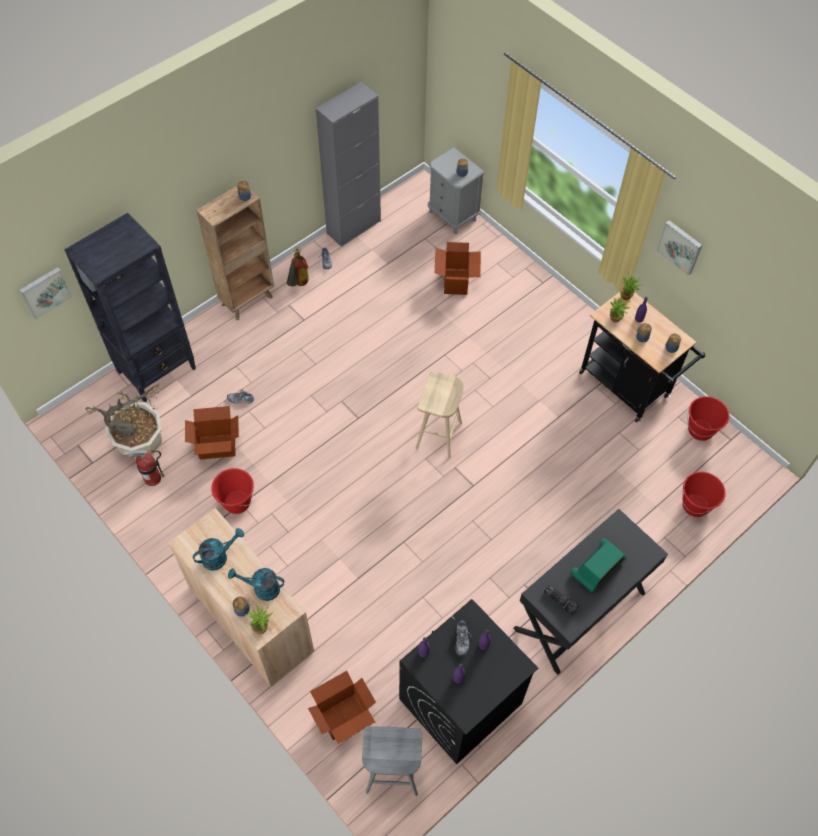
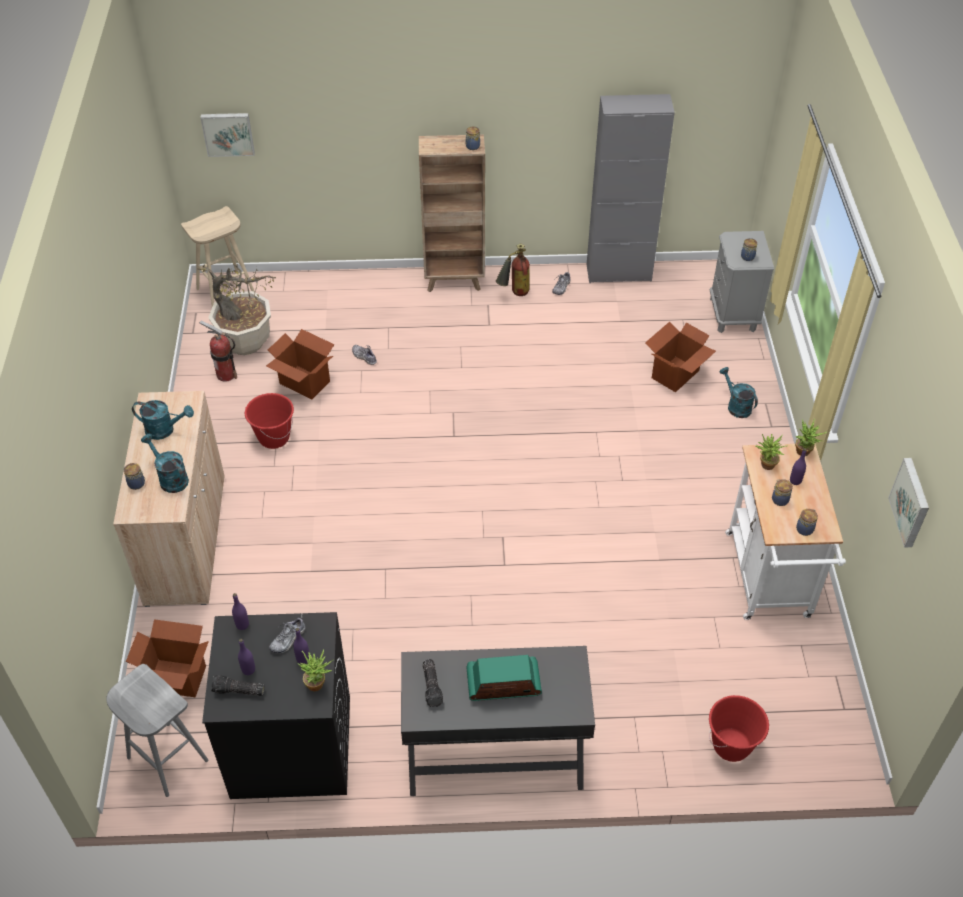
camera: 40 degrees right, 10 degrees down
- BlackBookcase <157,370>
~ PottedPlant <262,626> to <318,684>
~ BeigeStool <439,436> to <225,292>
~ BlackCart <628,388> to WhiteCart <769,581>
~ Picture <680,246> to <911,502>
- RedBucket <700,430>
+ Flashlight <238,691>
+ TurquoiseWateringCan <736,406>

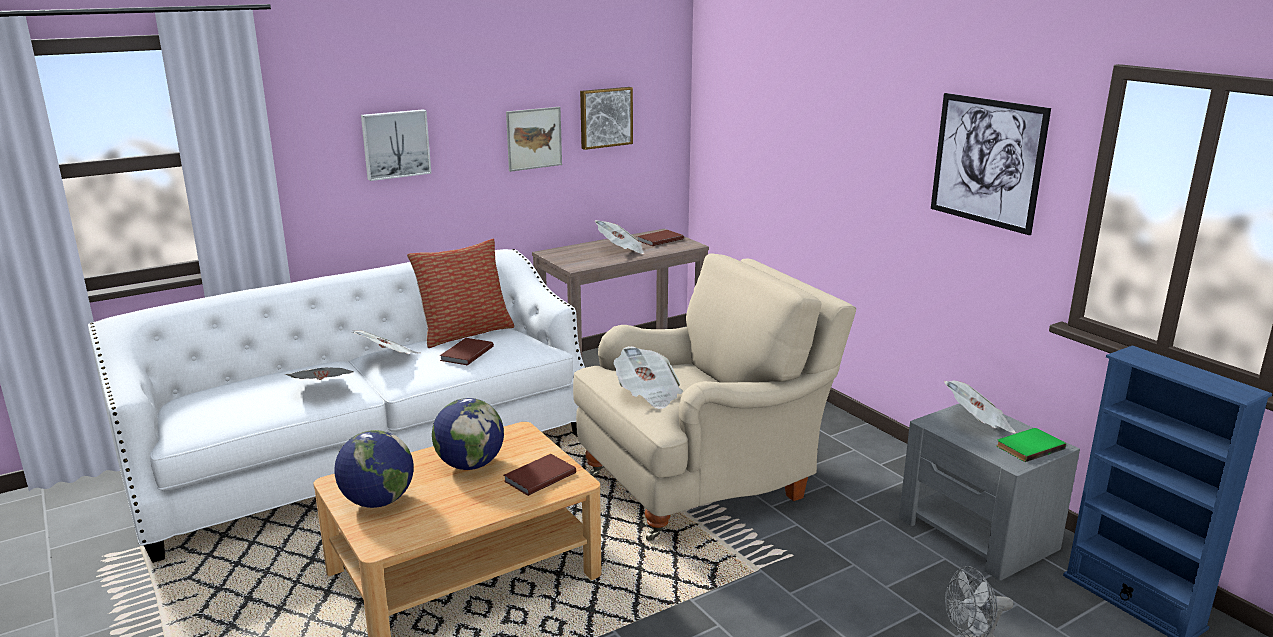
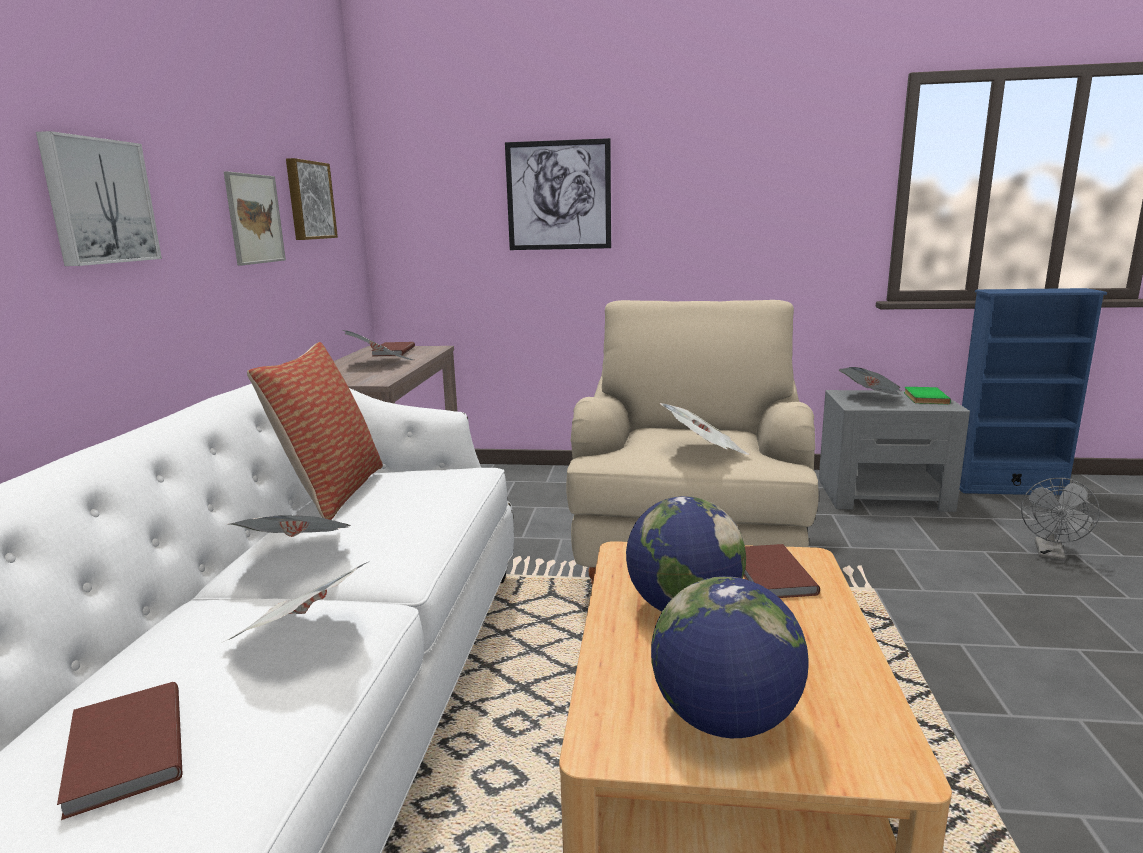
camera: 50 degrees left, 5 degrees down
~ BrownBook <465,354> to <122,752>
~ Picture <987,162> to <558,195>

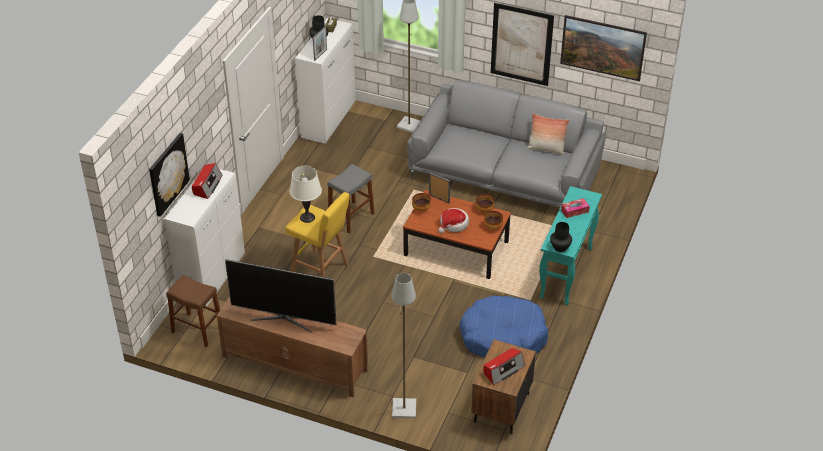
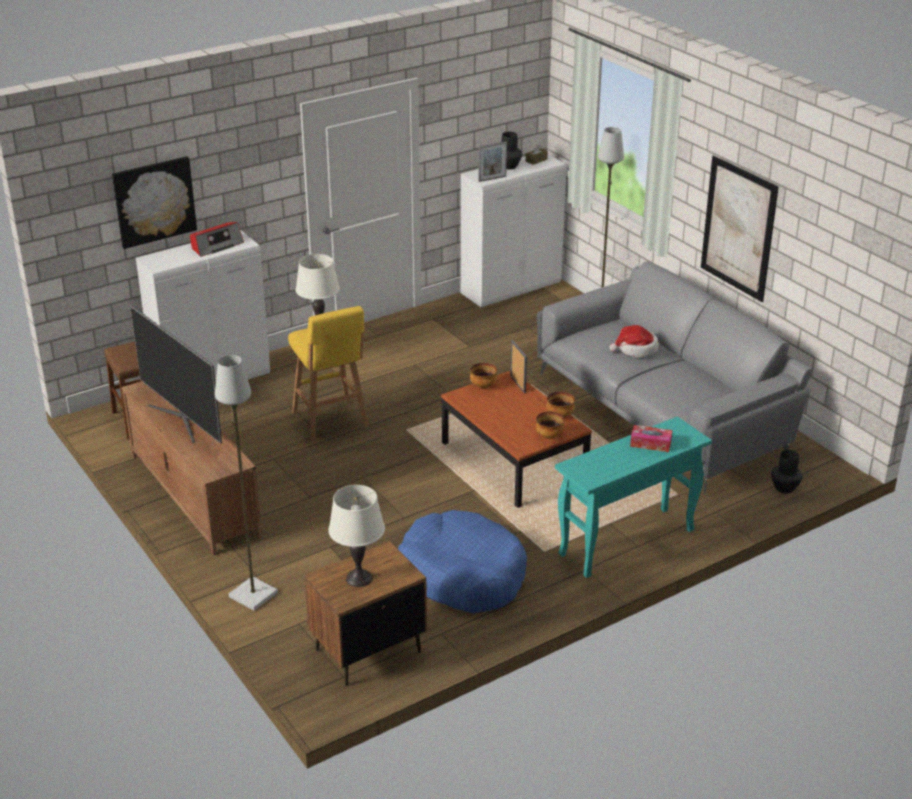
camera: 35 degrees right, 10 degrees down
- GreyStool <351,217>
~ Hat <453,224> to <636,349>
~ Radio <503,370> to WhiteTableLamp <359,578>
- Pillow <546,149>
~ BlackVase <560,247> to <784,488>
- Picture <601,59>

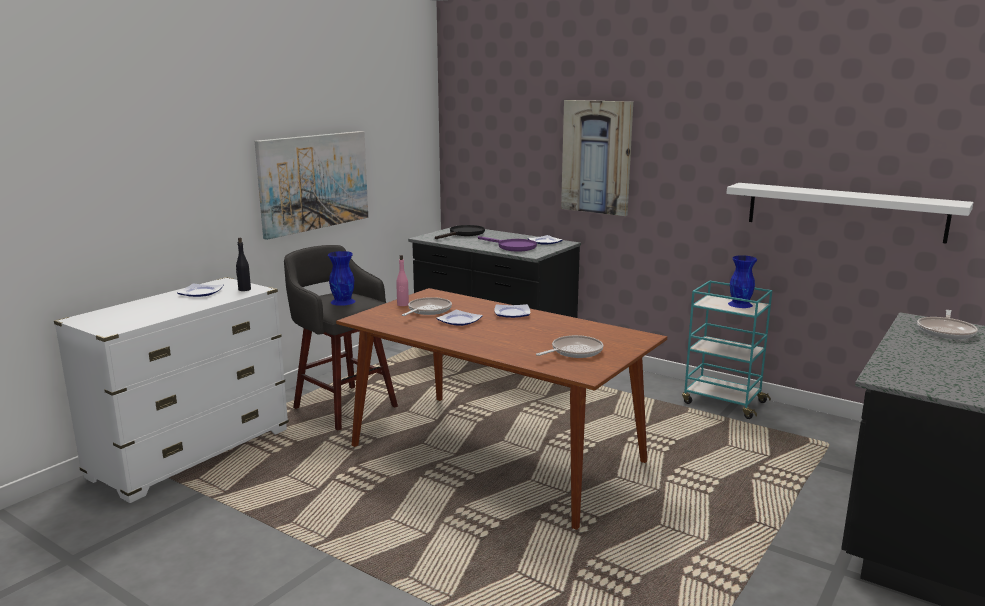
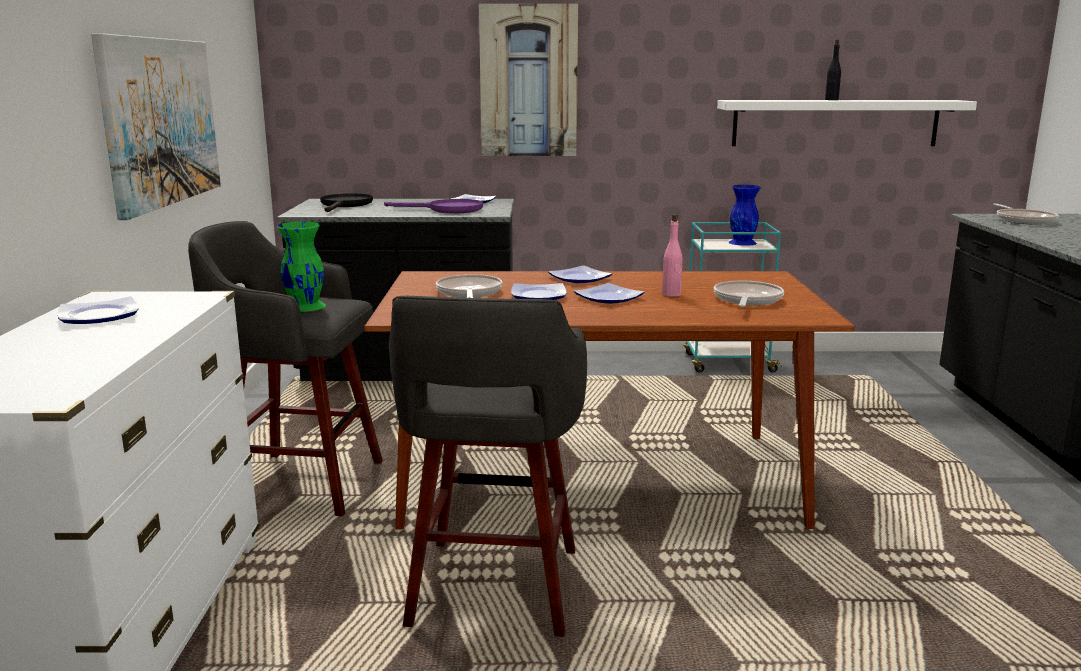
camera: 35 degrees left, 0 degrees up
~ BlackBottle <244,289> to <831,100>
~ BlueVase <343,301> to GreenVase <305,306>
~ PinkBottle <403,304> to <671,294>
+ GreyStool <493,591>
+ Plate <608,298>

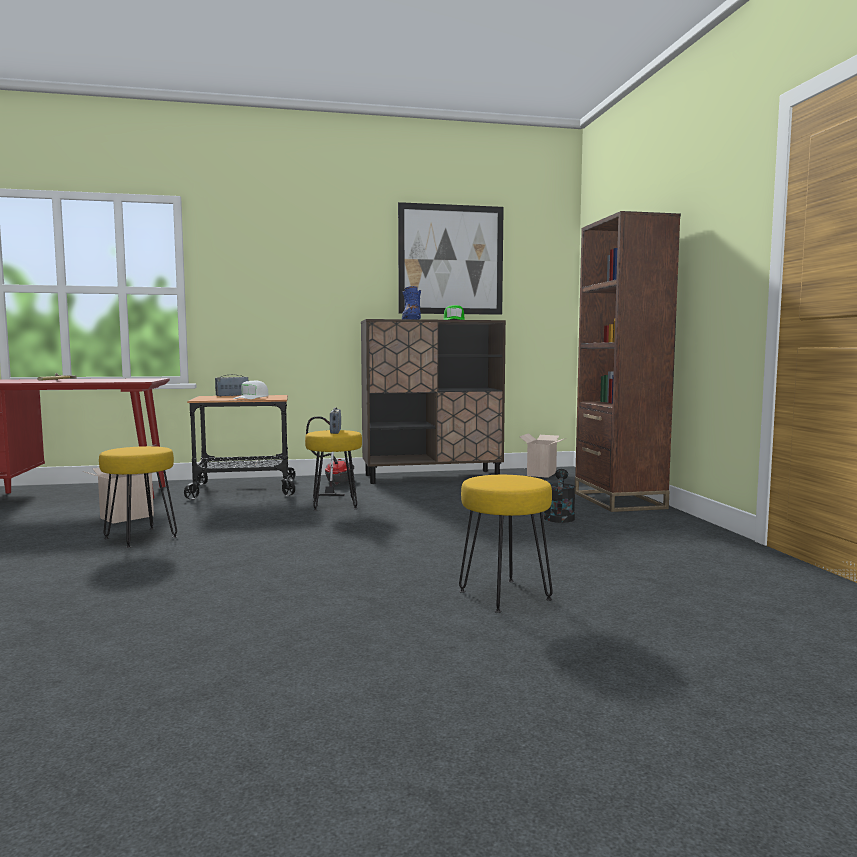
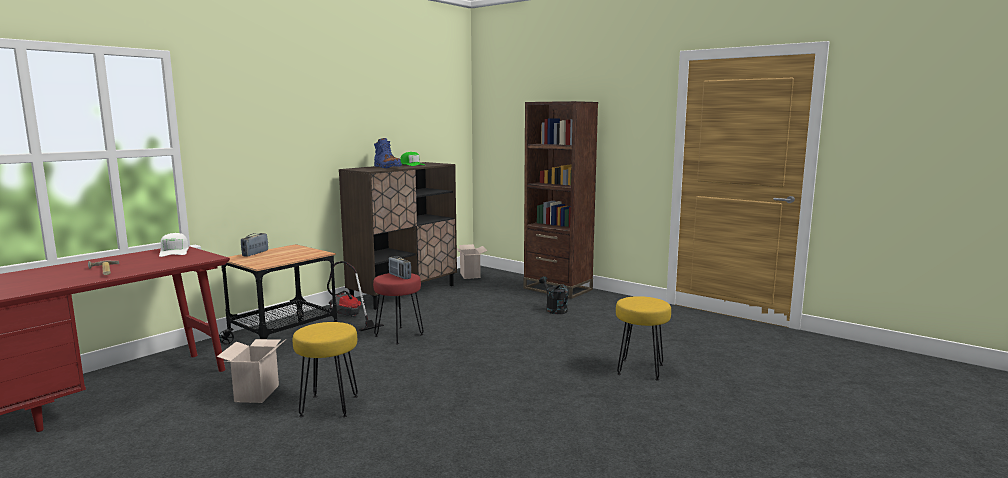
camera: 40 degrees left, 5 degrees up
~ WhiteCap <252,398> to <174,251>
~ YellowStool <335,505> to RedStool <399,335>
- Picture <451,260>

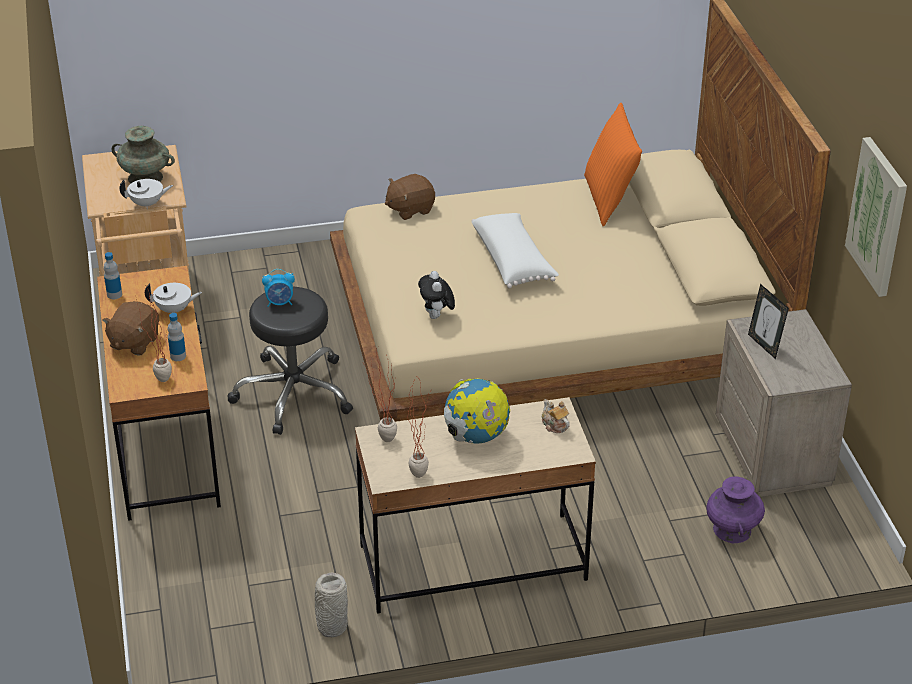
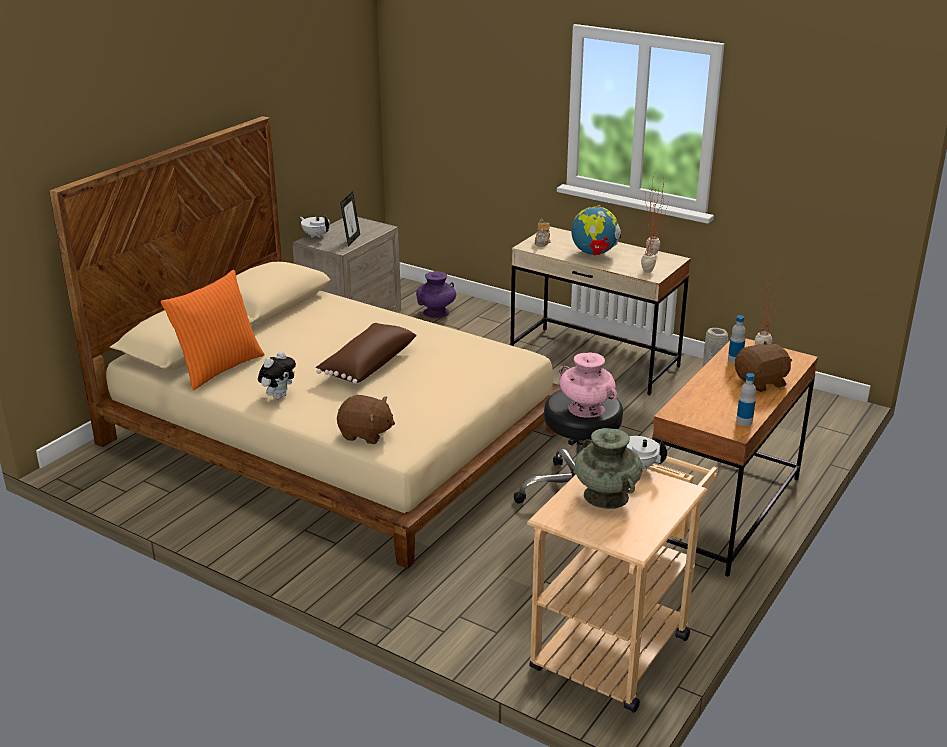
camera: 135 degrees left, 10 degrees down
~ WhiteTeapot <174,310> to <316,235>
~ AlarmClock <280,303> to PinkVase <586,408>
~ PlushToy <437,316> to <278,396>
~ WhitePillow <513,261> to BrownPillow <367,364>
- Picture <878,216>

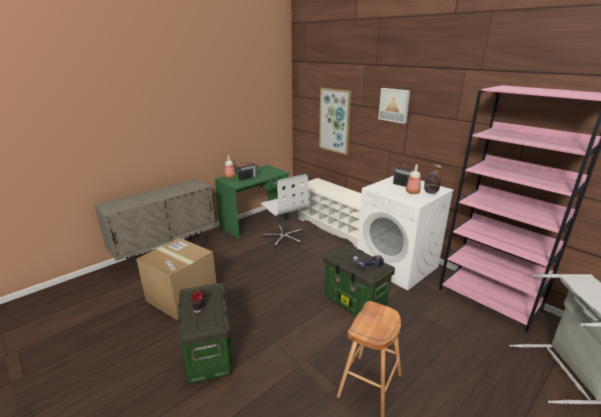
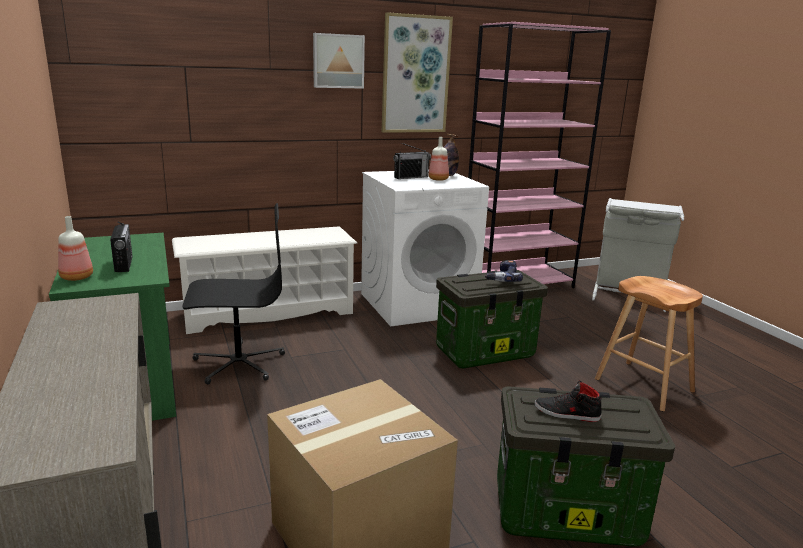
camera: 70 degrees left, 5 degrees down
~ WhiteOfficeChair <284,237> to BlackOfficeChair <238,363>
~ Picture <335,121> to <415,75>

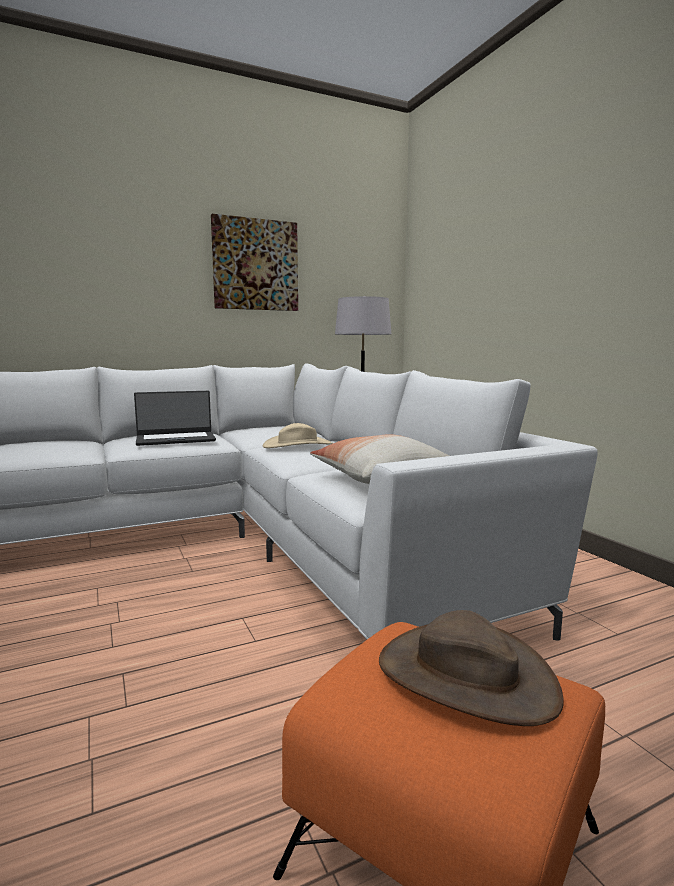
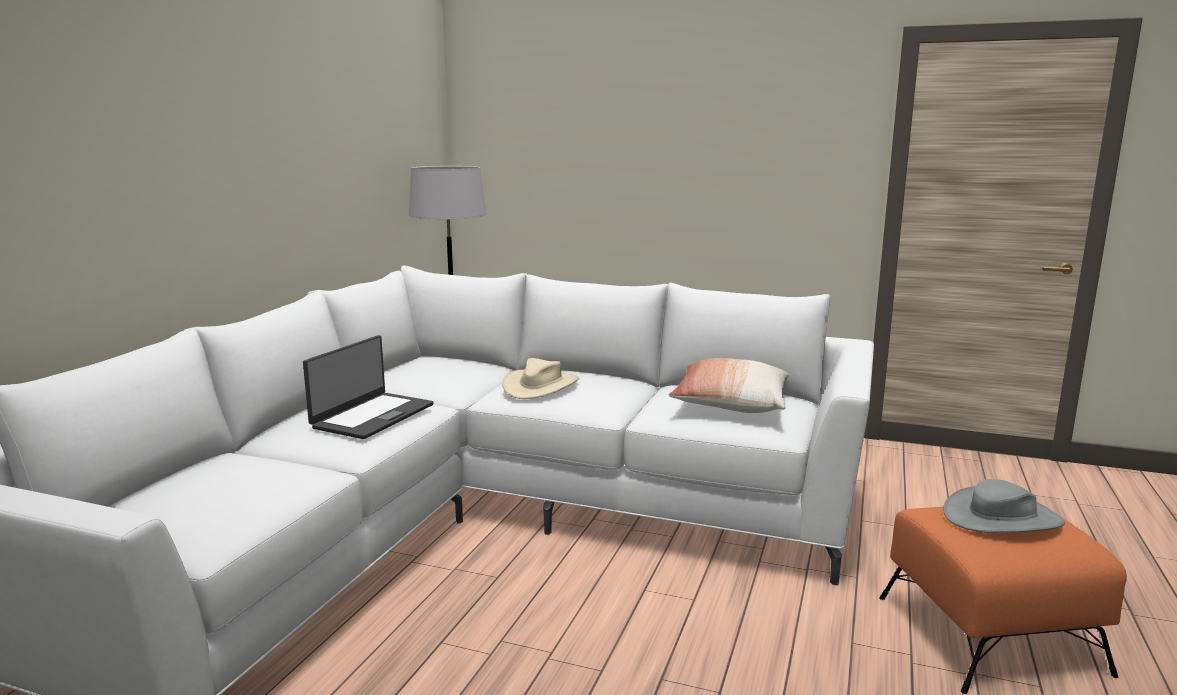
camera: 45 degrees left, 5 degrees up
- Picture <255,265>
~ BrownHat <465,676> to GreyHat <1002,518>

